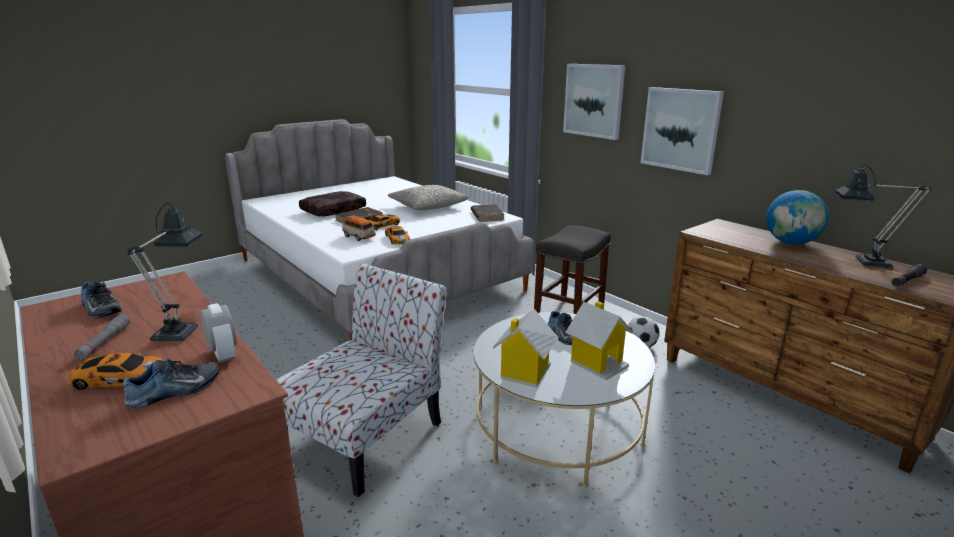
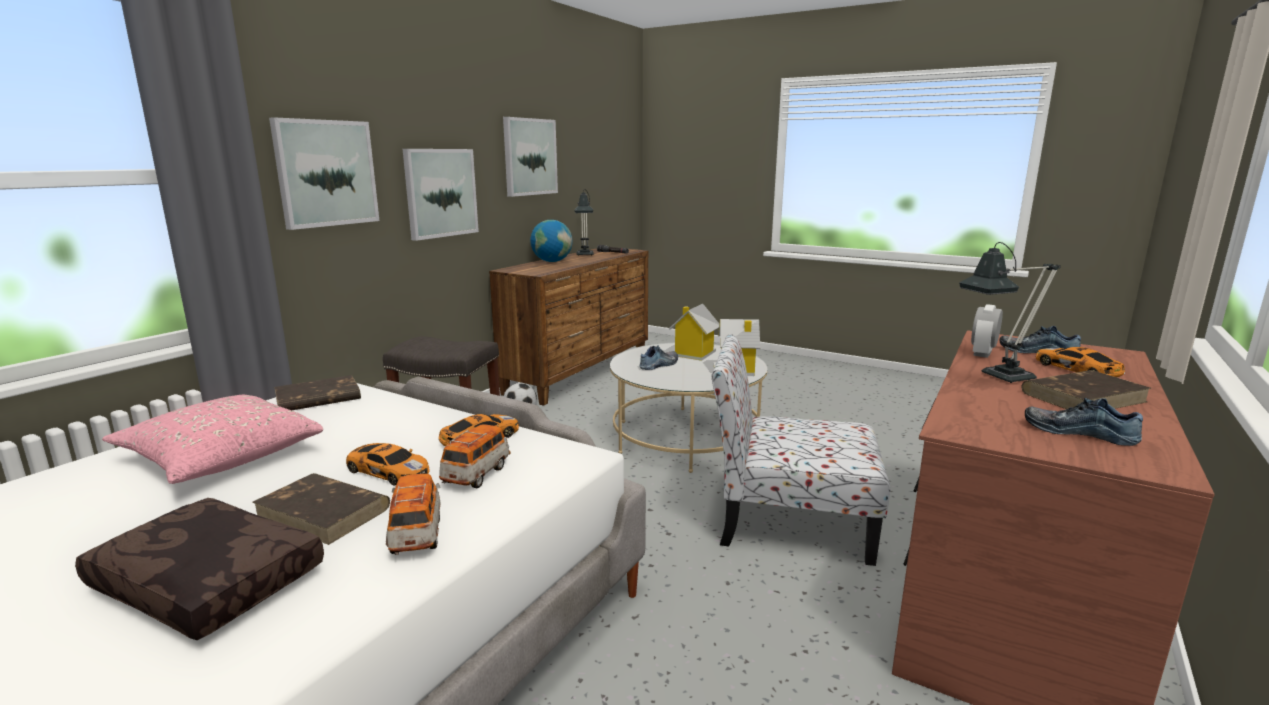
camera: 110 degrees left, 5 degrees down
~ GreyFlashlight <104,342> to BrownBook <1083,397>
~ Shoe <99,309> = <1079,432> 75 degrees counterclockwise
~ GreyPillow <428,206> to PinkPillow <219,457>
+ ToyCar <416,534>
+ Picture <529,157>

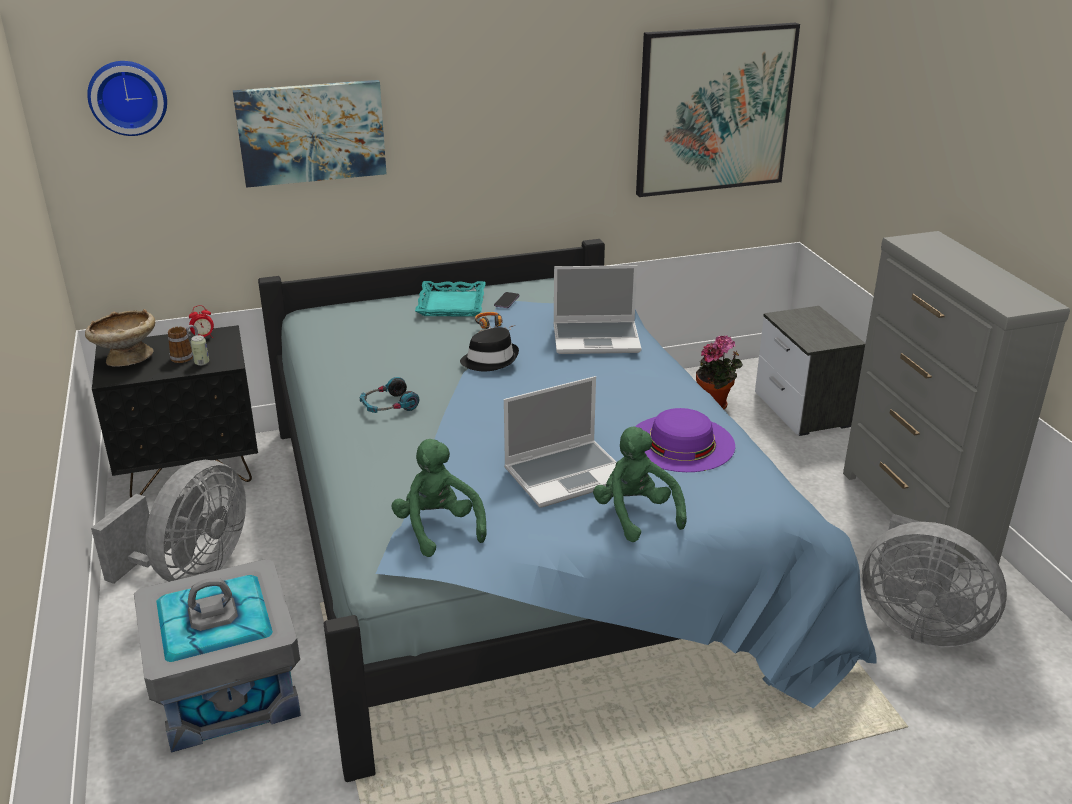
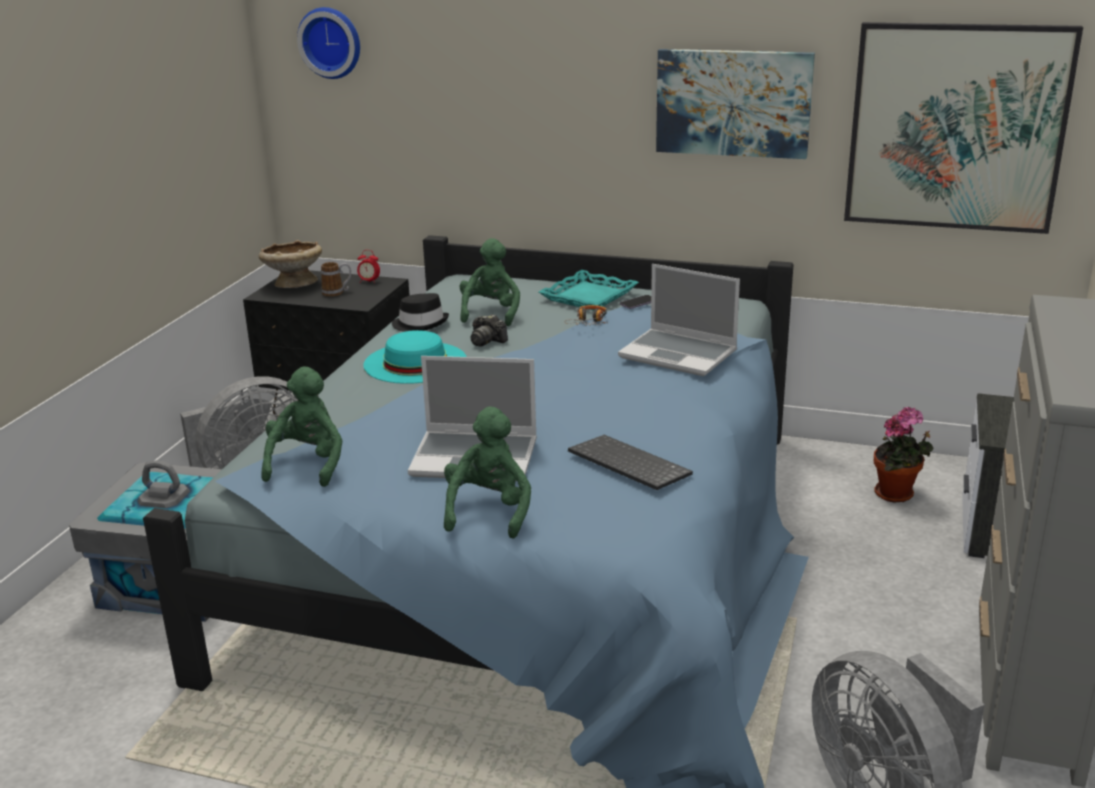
camera: 35 degrees right, 5 degrees down
- Can <202,363>
~ Picture <311,132> to <733,103>
~ Headphones <388,406> to TurquoiseHat <415,362>
~ BlackHat <490,359> to <420,324>
~ PurpleHat <681,443> to Keyboard <626,465>
+ GreenPlushToy <491,313>
+ PhotoCamera <487,341>

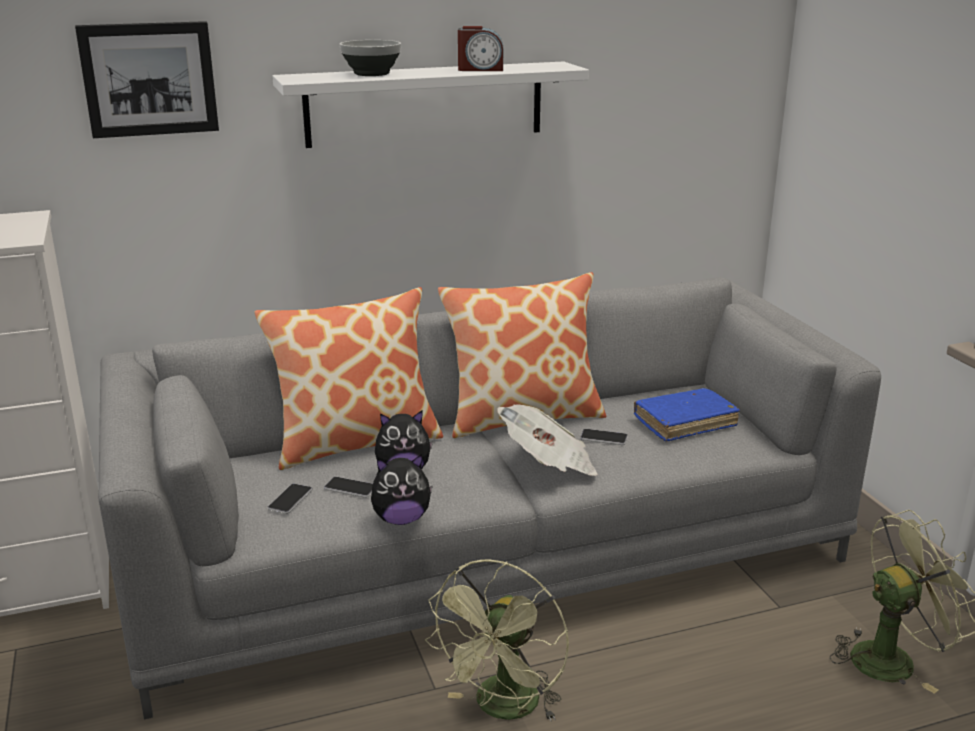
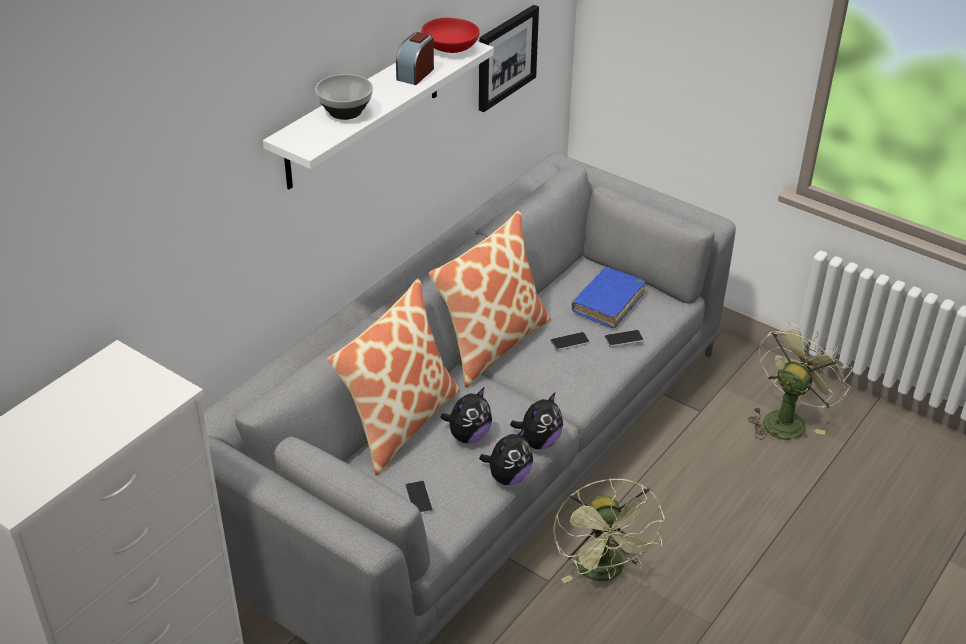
camera: 35 degrees left, 15 degrees up
~ Picture <149,79> to <506,57>
~ Phone <350,488> to <624,339>
~ AlarmClock <480,69> = <415,73> 150 degrees clockwise
- Newspaper <548,464>
+ RedBowl <450,48>
+ PlushToy <538,441>

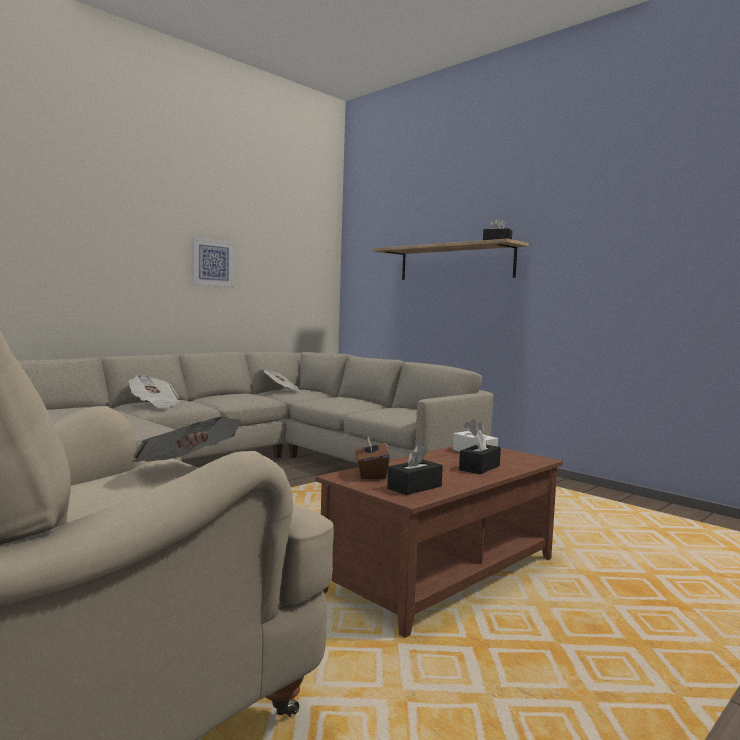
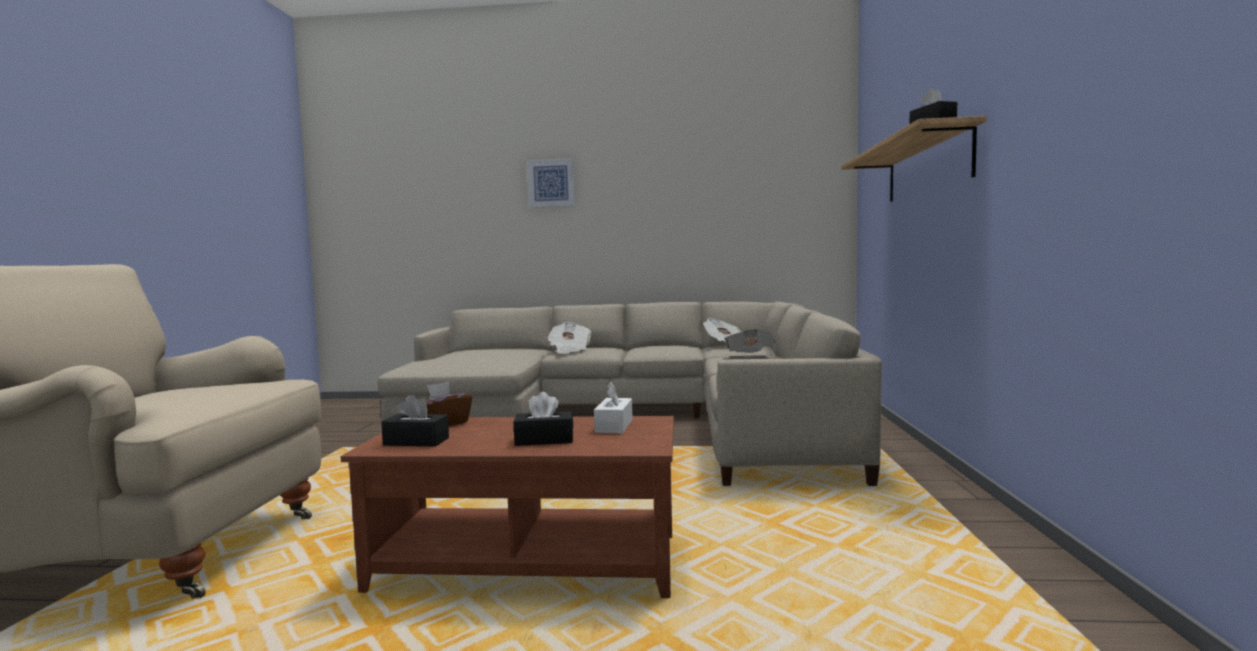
camera: 50 degrees right, 0 degrees up
~ Newspaper <186,470> to <749,356>
~ Picture <212,262> to <551,183>

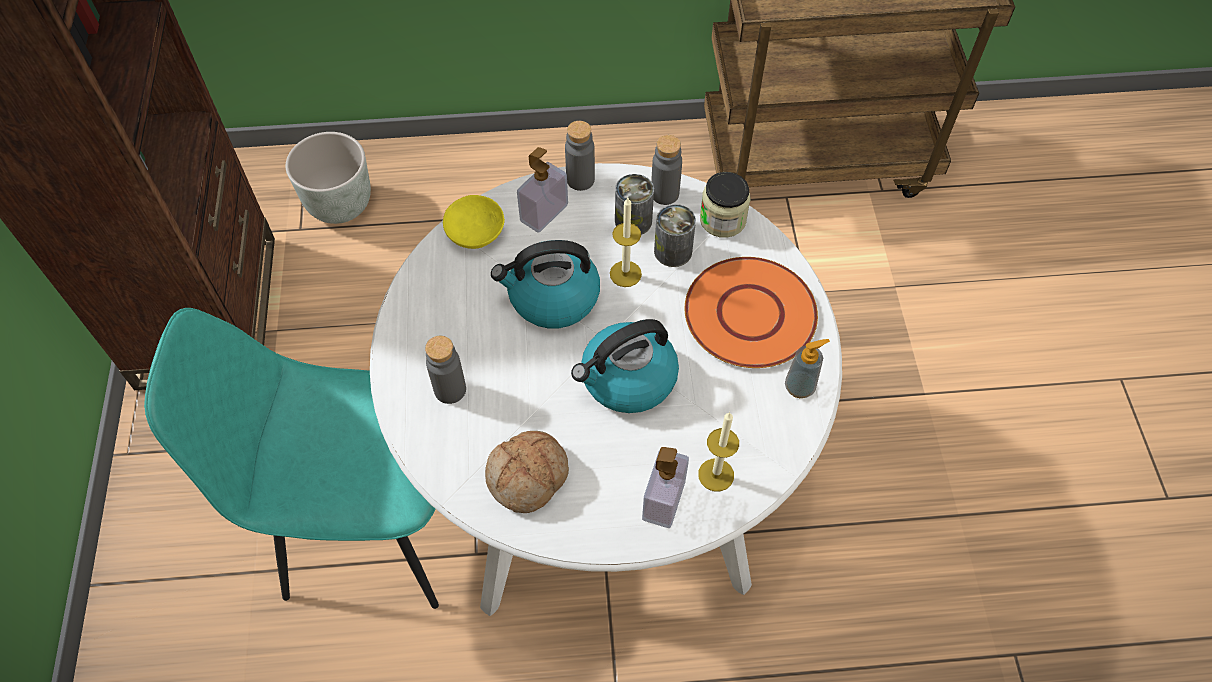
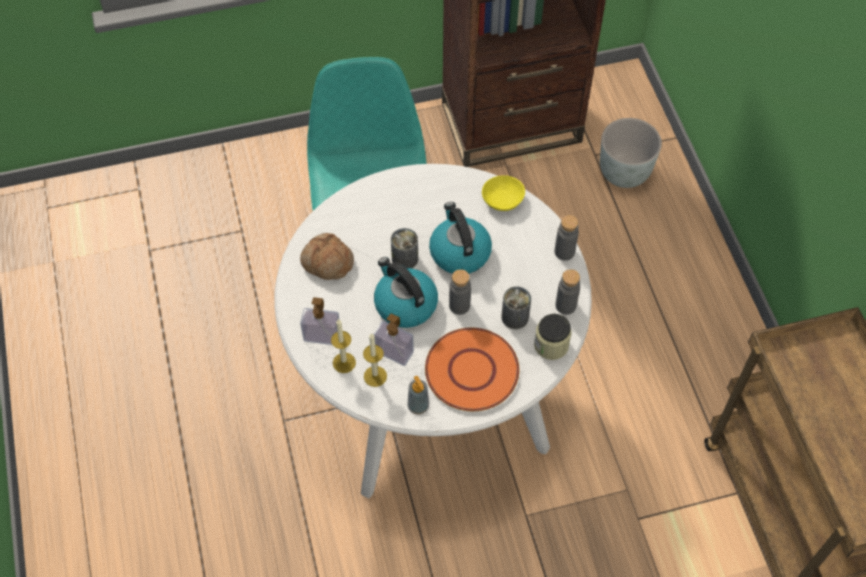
camera: 80 degrees right, 0 degrees up
~ GreyBottle <450,390> to <459,305>
~ SoapDispenser <544,213> to <394,352>
~ Candle <625,274> to <375,376>
~ Can <633,221> to <405,259>

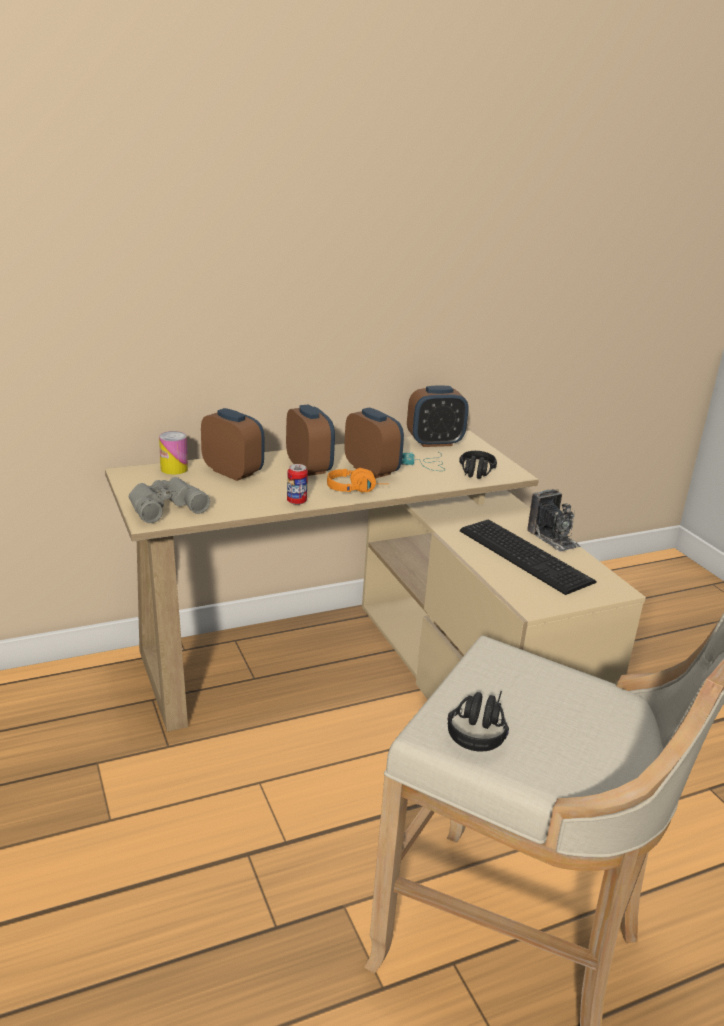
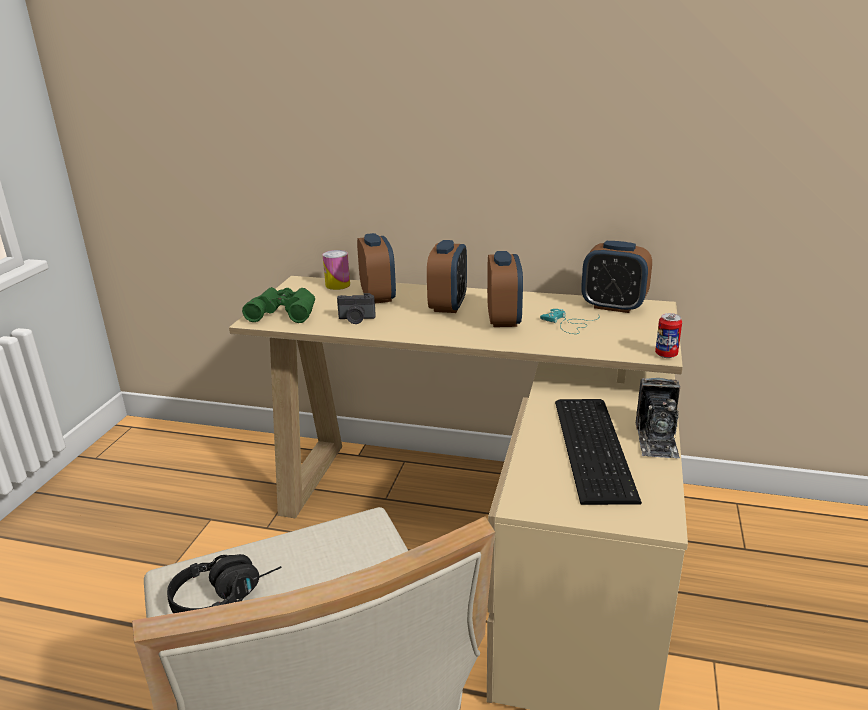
camera: 40 degrees right, 0 degrees up
~ GreyBinoculars <164,505> to GreenBinoculars <284,311>
~ Can <296,501> to <666,354>
- OrangeHeadphones <356,489>
- BlackHeadphones <475,474>
+ PhotoCamera <356,319>

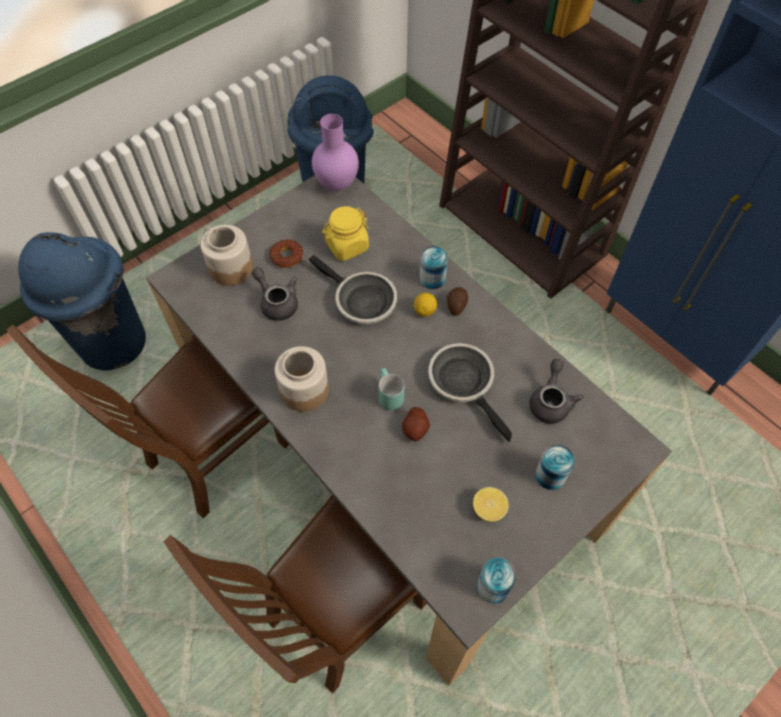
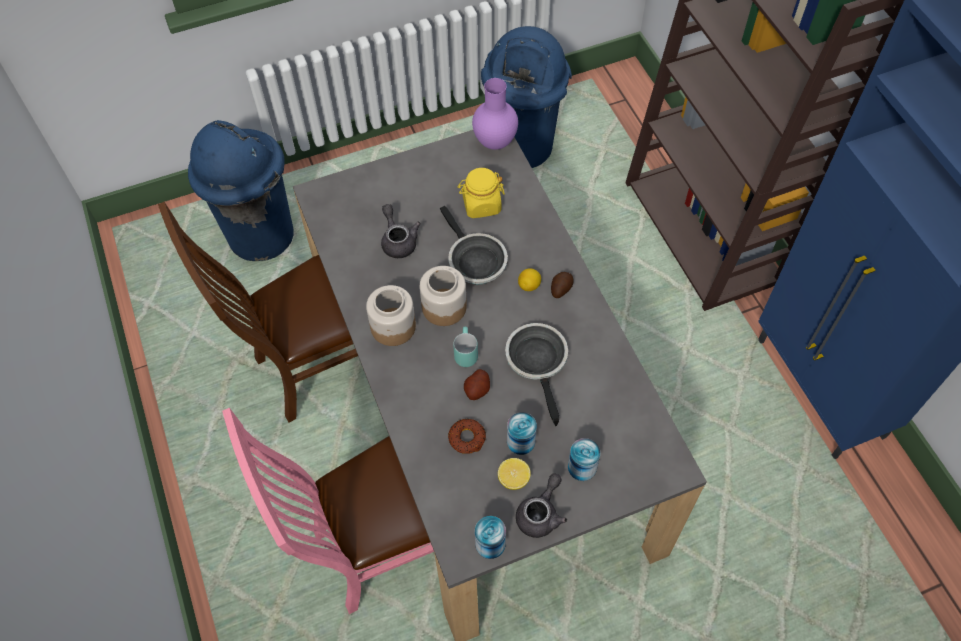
camera: 20 degrees right, 0 degrees up
~ BrownChair <337,615> to PinkChair <378,548>
~ Jar <230,268> to <444,307>
~ Donut <287,256> to <467,438>
~ Can <432,278> to <521,441>
~ GreyTeapot <550,401> to <541,513>

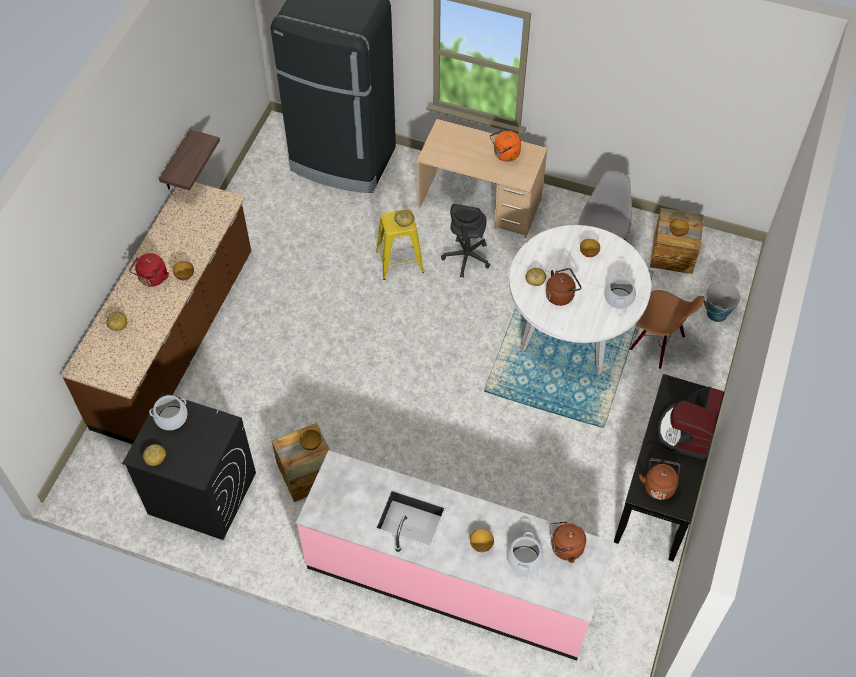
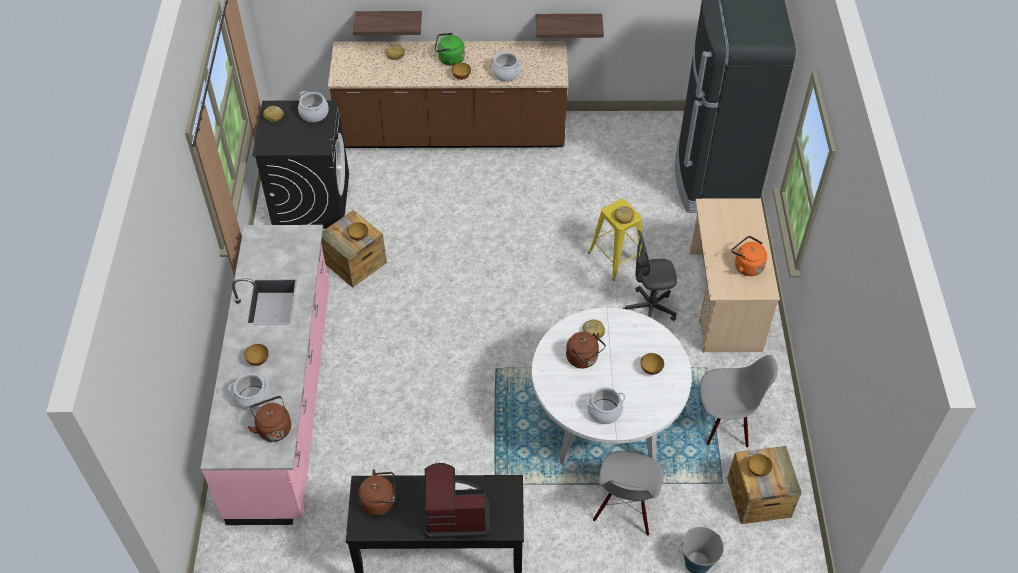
camera: 70 degrees right, 5 degrees down
~ RedKettle <152,279> to GreenKettle <449,59>
~ BrownChair <656,343> to GreyChair <625,509>
+ Shelf <389,21>
+ CookingPot <506,73>

